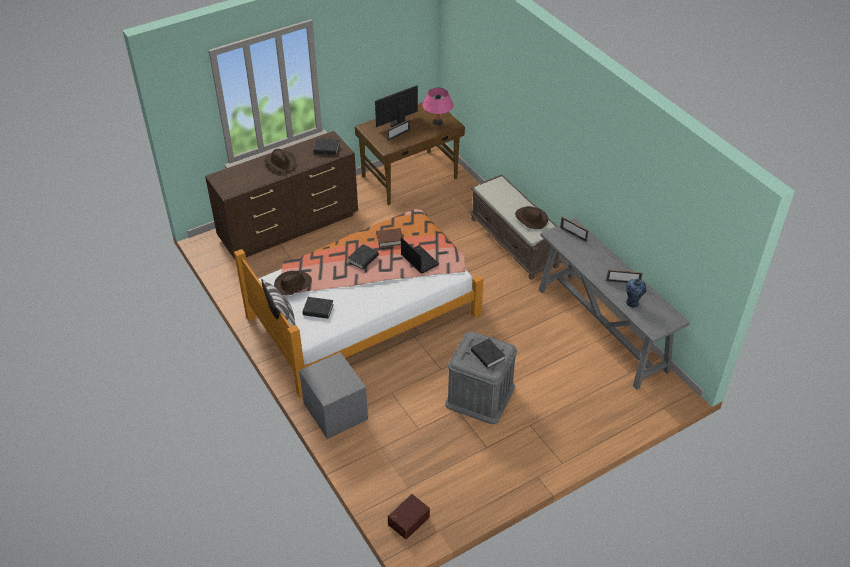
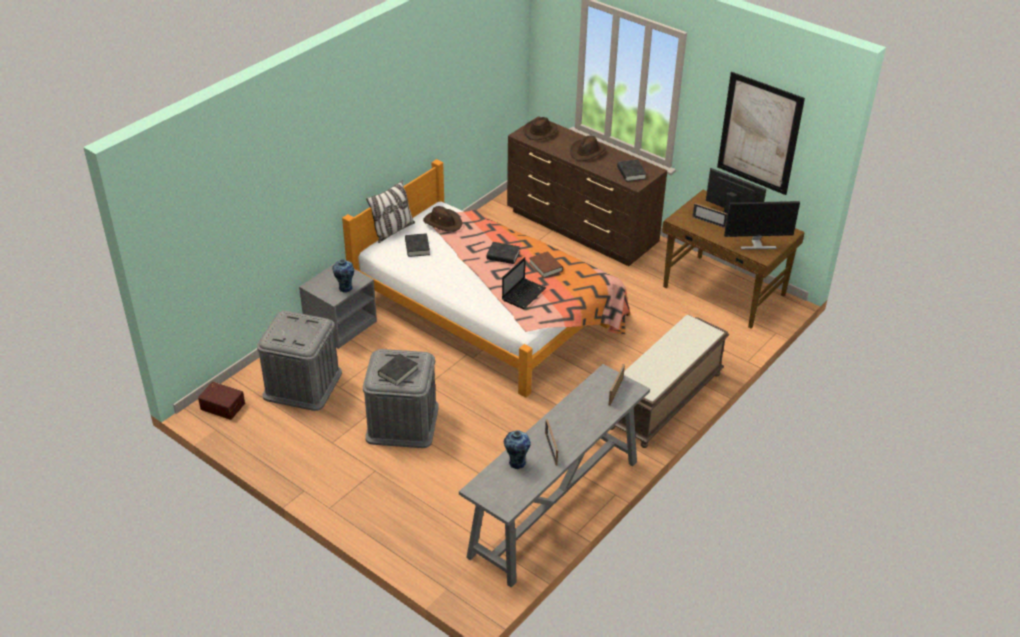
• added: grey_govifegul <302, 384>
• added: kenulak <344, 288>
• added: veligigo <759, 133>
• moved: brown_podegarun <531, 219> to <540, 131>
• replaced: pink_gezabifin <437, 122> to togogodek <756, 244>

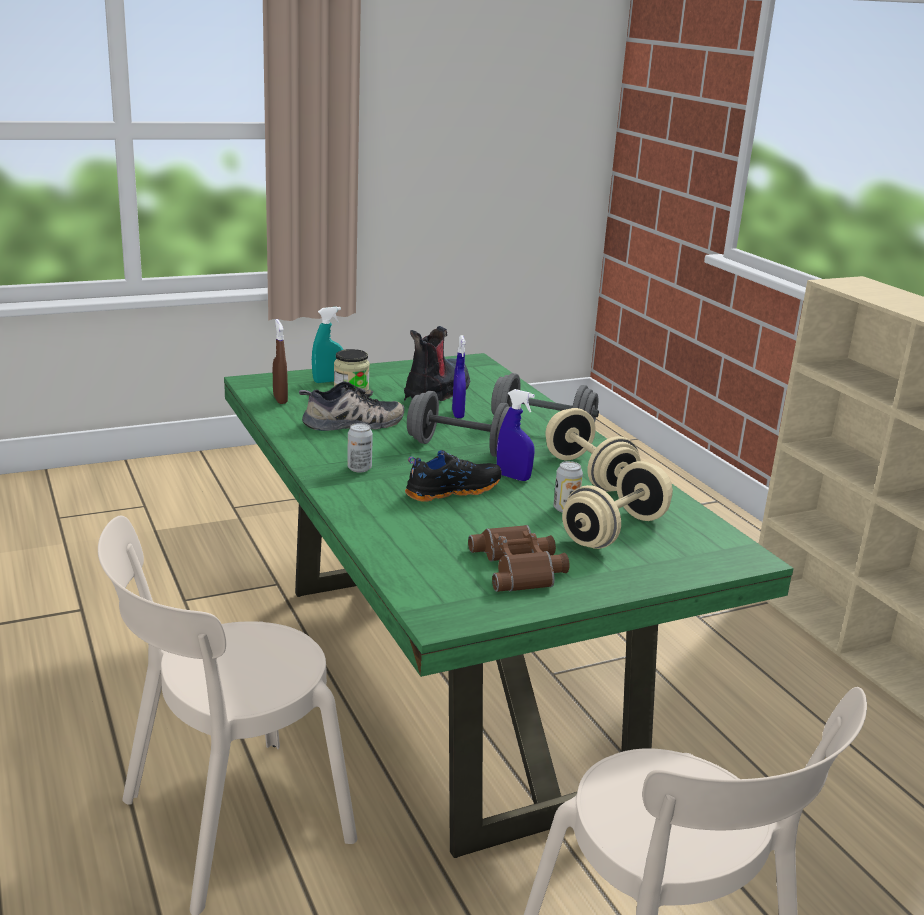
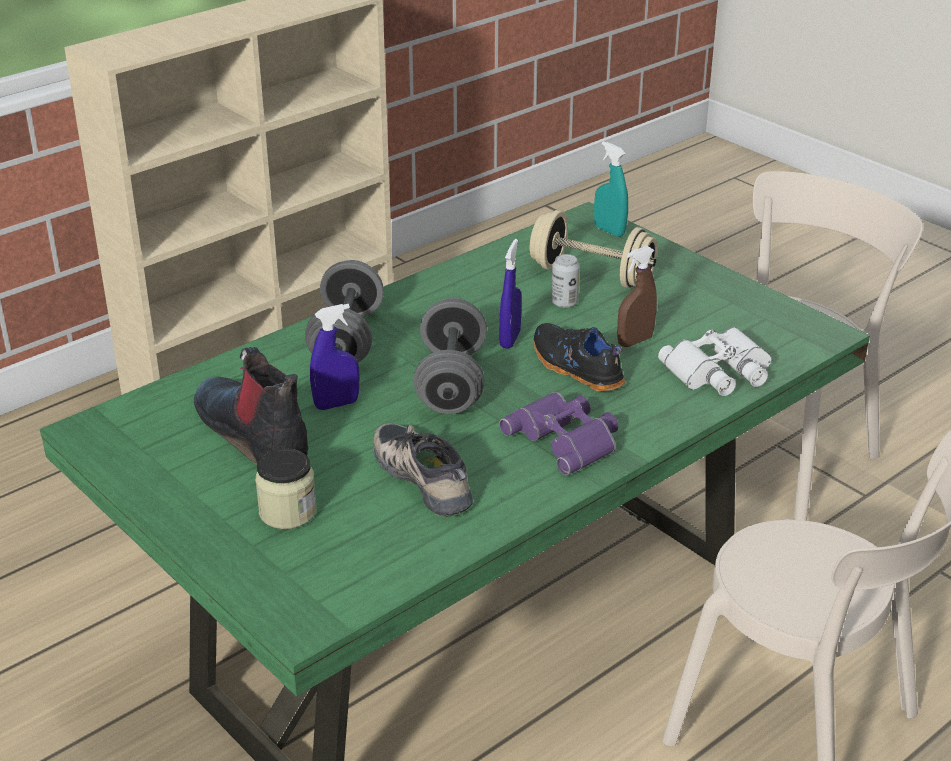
• removed: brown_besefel <521, 567>
• removed: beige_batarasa <588, 474>
• added: white_besefel <719, 372>
• moved: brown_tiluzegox <280, 399> to <635, 341>
• moved: turquoise_tiluzegox <328, 381> to <609, 231>
• replaced: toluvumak <359, 468> to purple_besefel <566, 438>
• turned: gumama <437, 392> = <256, 435> 45 degrees clockwise

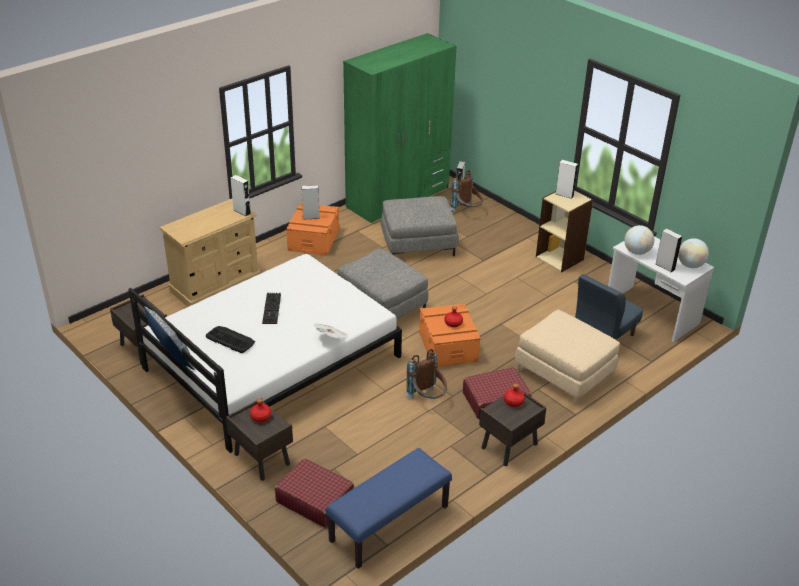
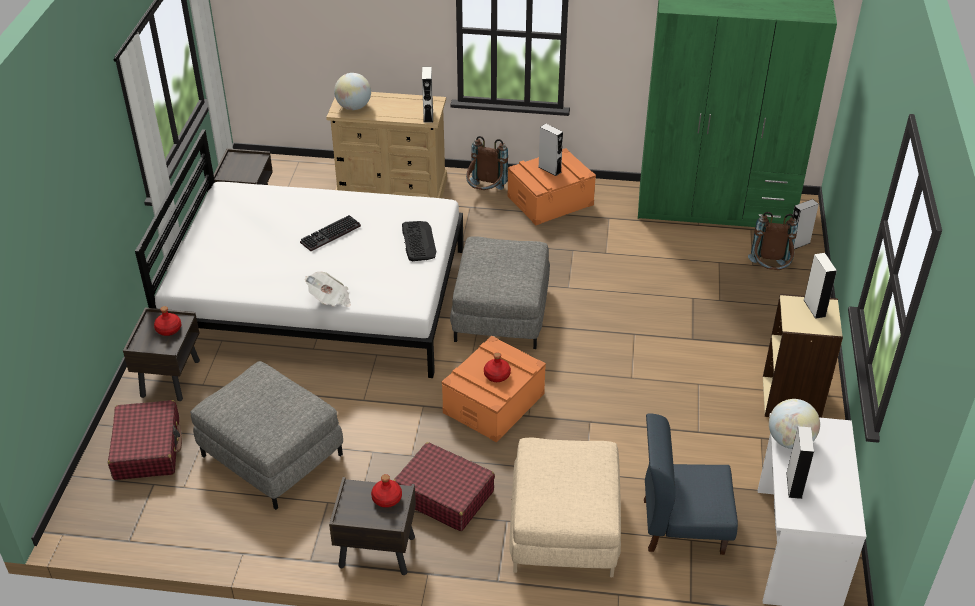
• removed: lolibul <172, 358>
• removed: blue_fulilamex <389, 524>
• moved: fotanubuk <230, 339> to <418, 241>
• moved: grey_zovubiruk <418, 243> to <272, 455>
• moved: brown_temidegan <427, 399> to <485, 193>
• moved: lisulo <690, 265> to <354, 107>

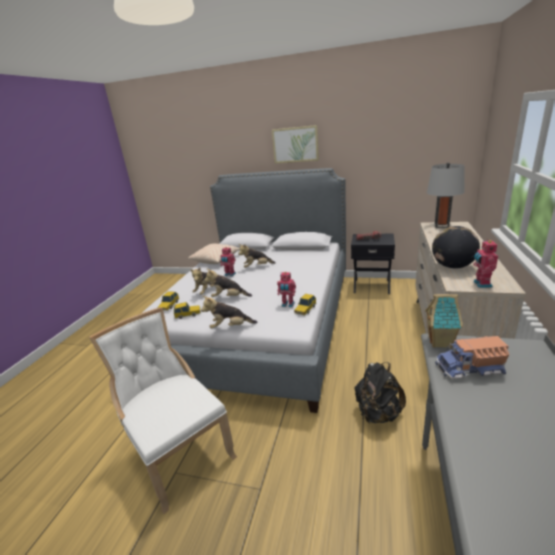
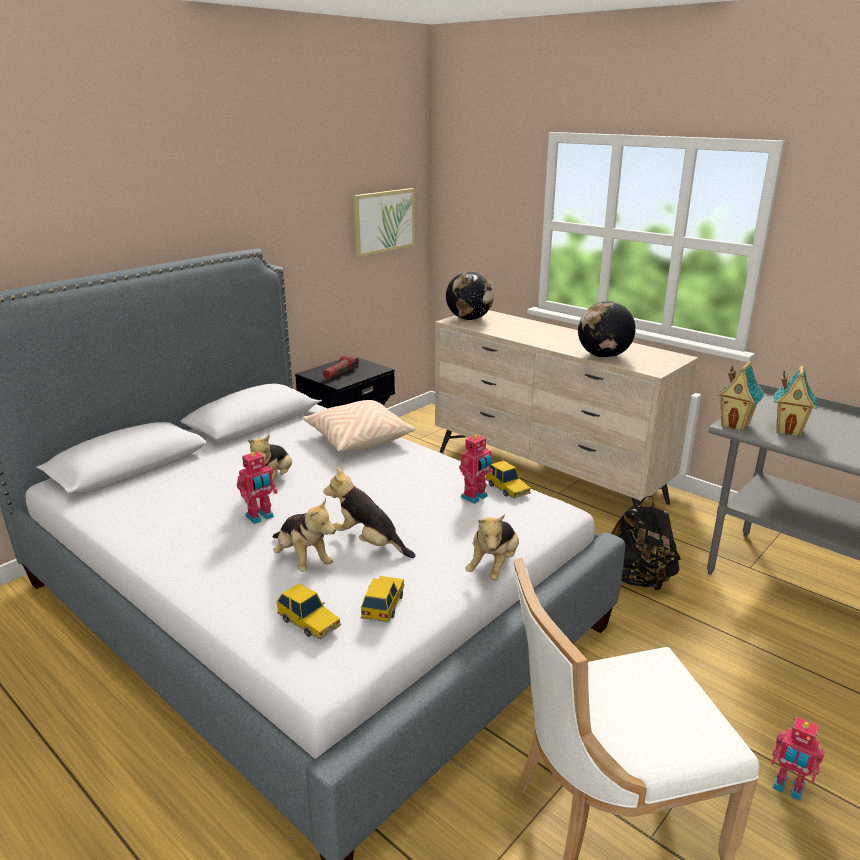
• moved: beige_lolibul <216, 260> to <357, 439>
• moved: veligigo <295, 144> to <383, 221>
• moved: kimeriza <481, 284> to <788, 788>
• replaced: grey_gezabifin <441, 225> to lisulo <469, 319>
• replaced: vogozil <470, 369> to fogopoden <789, 430>
• turned: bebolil <229, 297> = <369, 543> 90 degrees clockwise

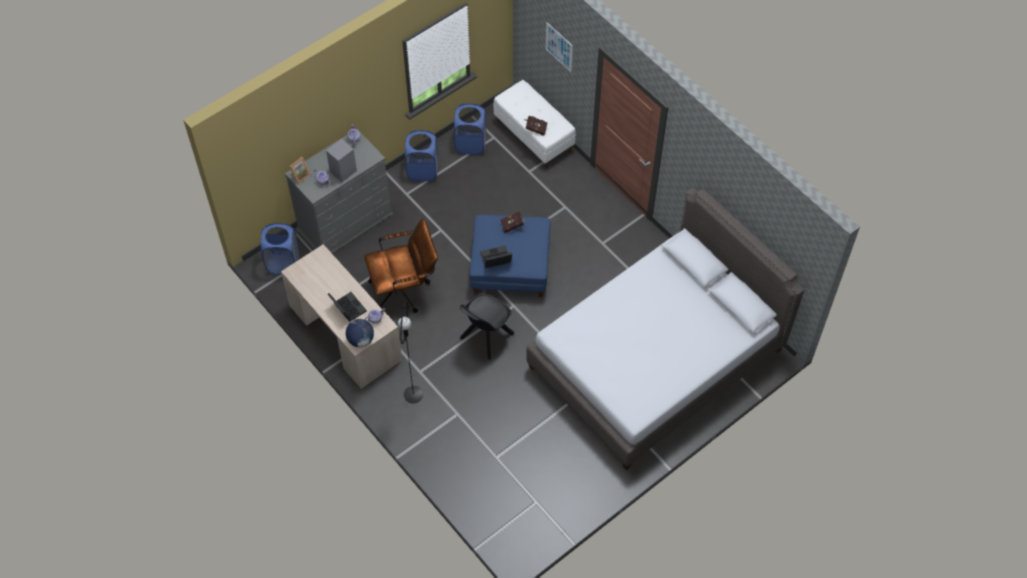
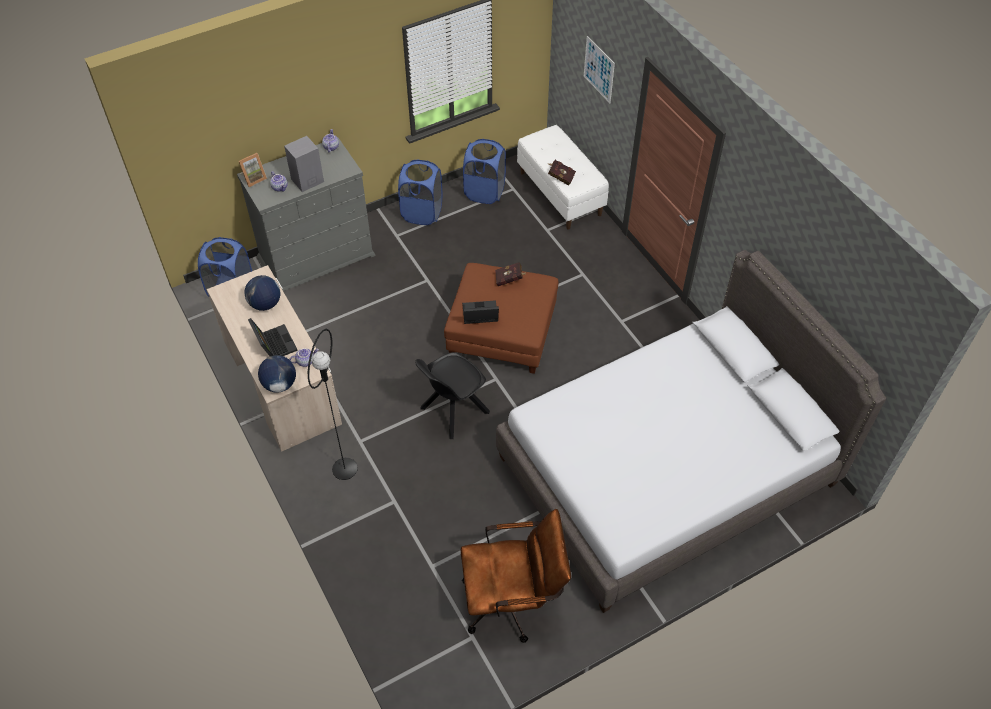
• added: lisulo <265, 304>
• moved: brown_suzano <405, 289> to <513, 601>
• recoloured: blue_zovubiruk <511, 266> to brown_zovubiruk <502, 332>

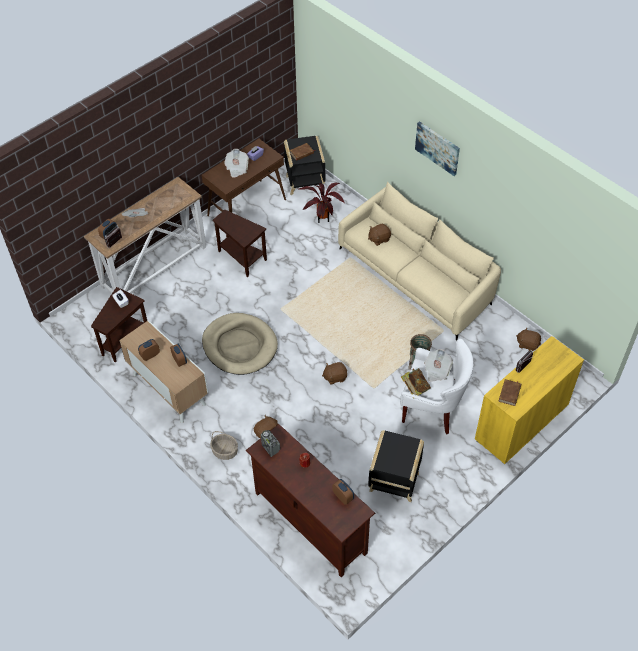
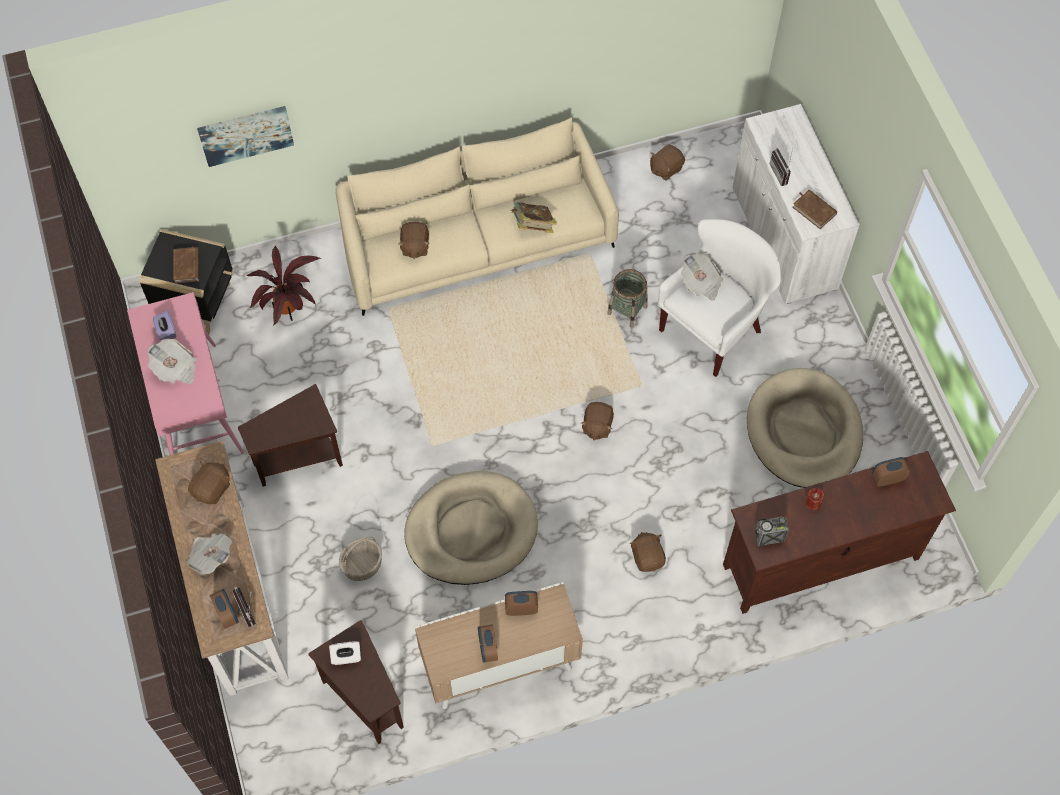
• added: brown_bebolil <212, 489>
• moved: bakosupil <224, 451> to <362, 565>
• moved: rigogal <415, 388> to <533, 226>
• moved: veligigo <437, 148> to <245, 134>
• replaced: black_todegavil <393, 482> to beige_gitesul <804, 431>
• recoloured: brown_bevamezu <247, 207> to pink_bevamezu <194, 407>
• recoloured: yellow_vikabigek <521, 422> to white_vikabigek <783, 238>

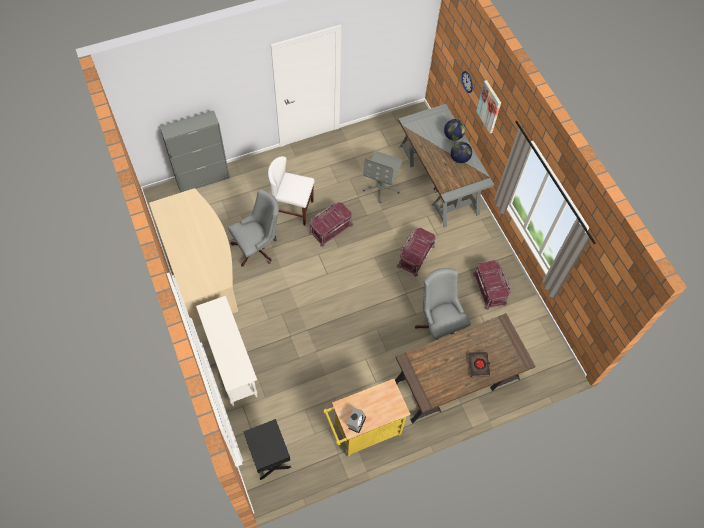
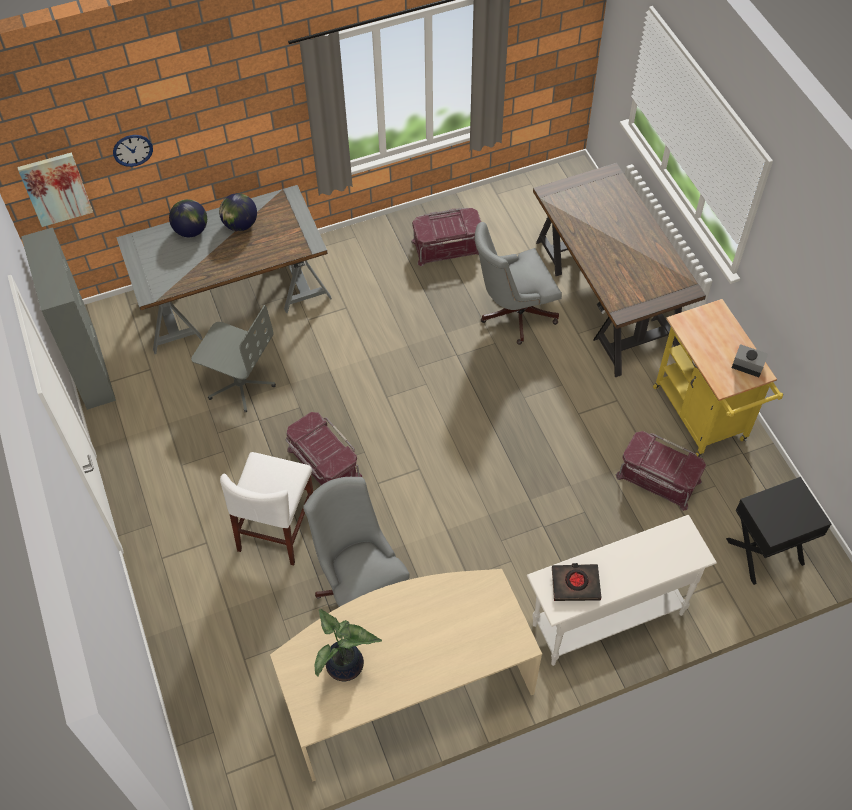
• added: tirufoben <346, 667>
• moved: grey_vikabigek <203, 179> to <91, 369>
• moved: red_govifegul <415, 255> to <658, 479>
• moved: black_rigogal <478, 365> to <575, 584>
• moved: veligigo <489, 106> to <55, 188>

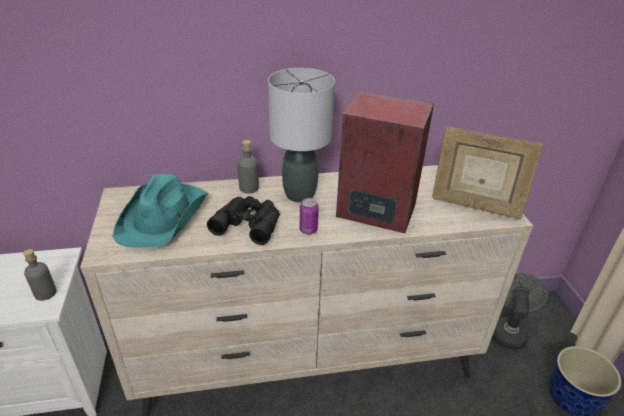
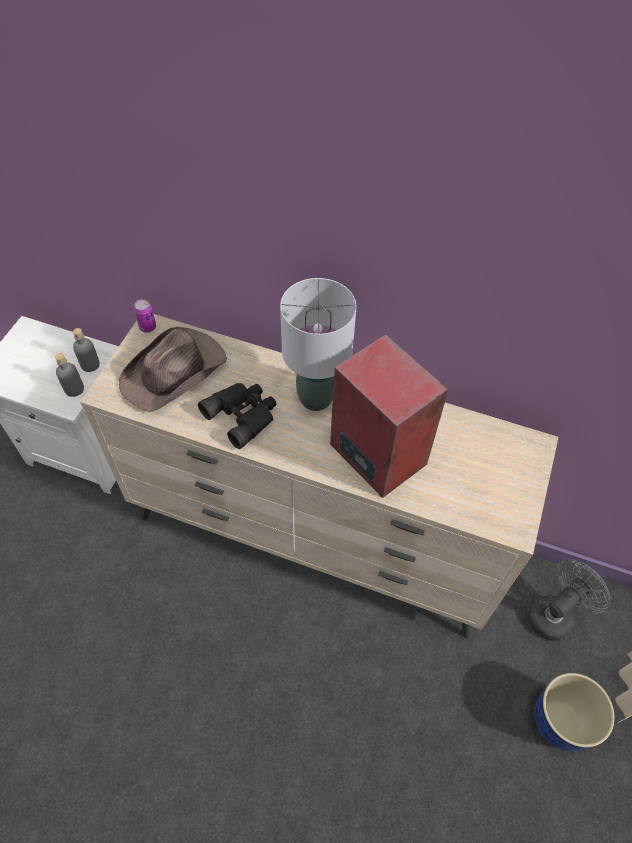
• removed: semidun <474, 206>
• moved: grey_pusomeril <249, 188> to <90, 364>
• moved: toluvumak <308, 230> to <147, 327>
• recoloured: turquoise_podegarun <164, 216> to brown_podegarun <175, 371>

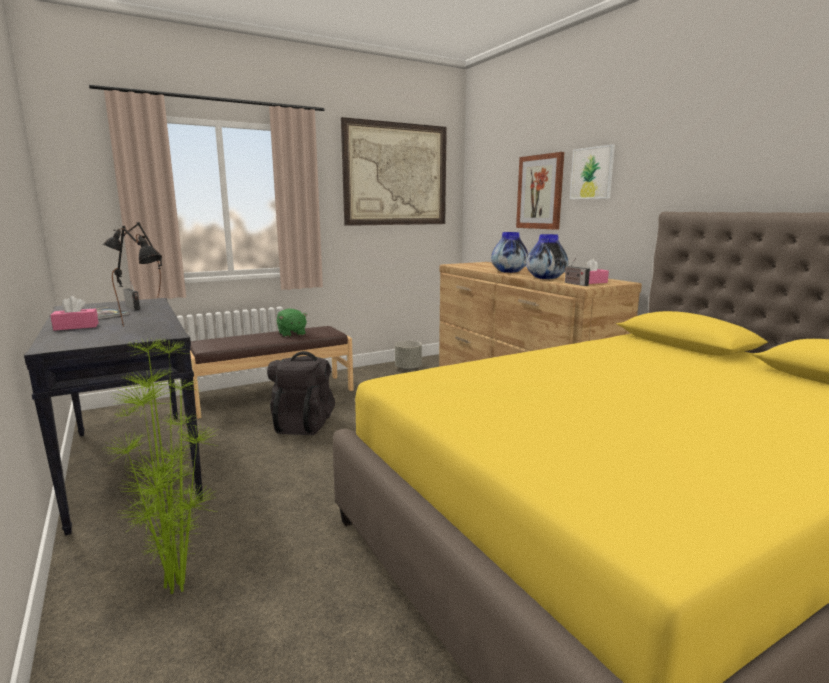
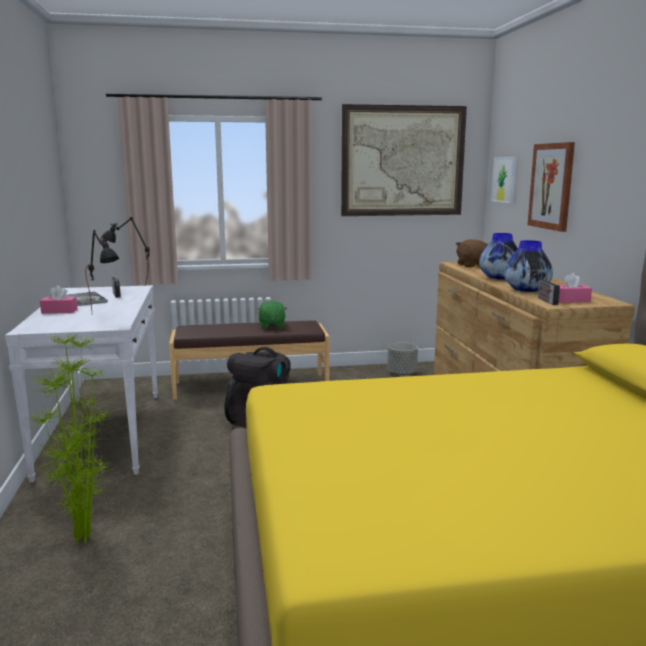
• added: brown_bebolil <472, 265>
• moved: veligigo <592, 173> to <504, 179>
• recoloured: black_bevamezu <133, 463> to white_bevamezu <102, 432>

